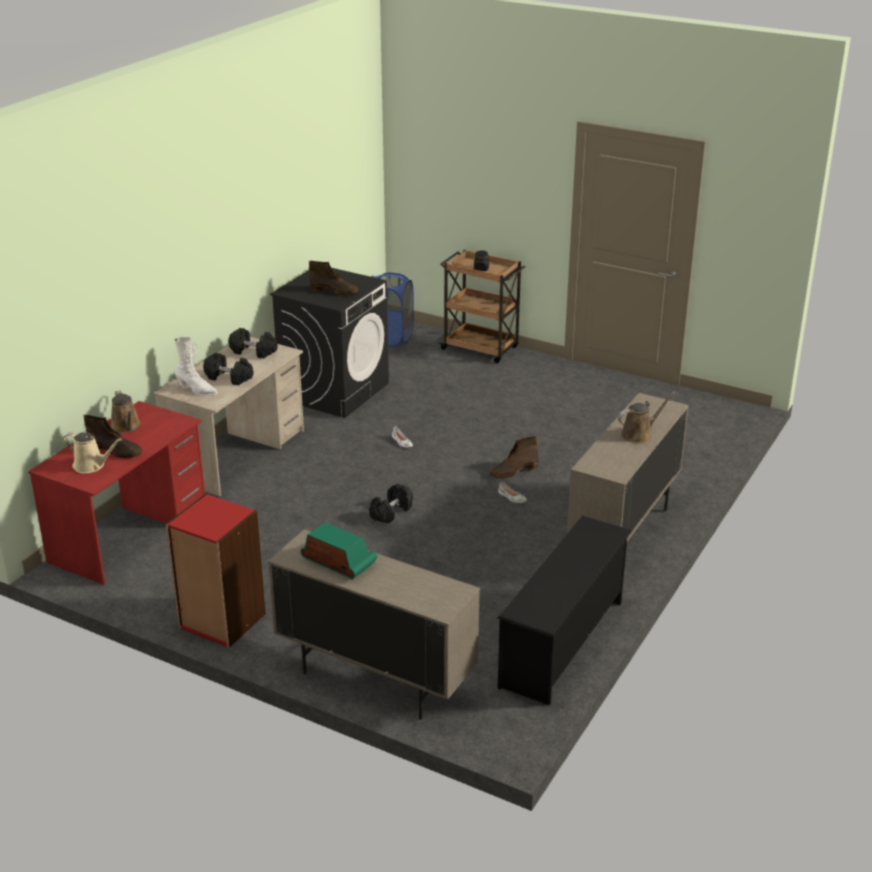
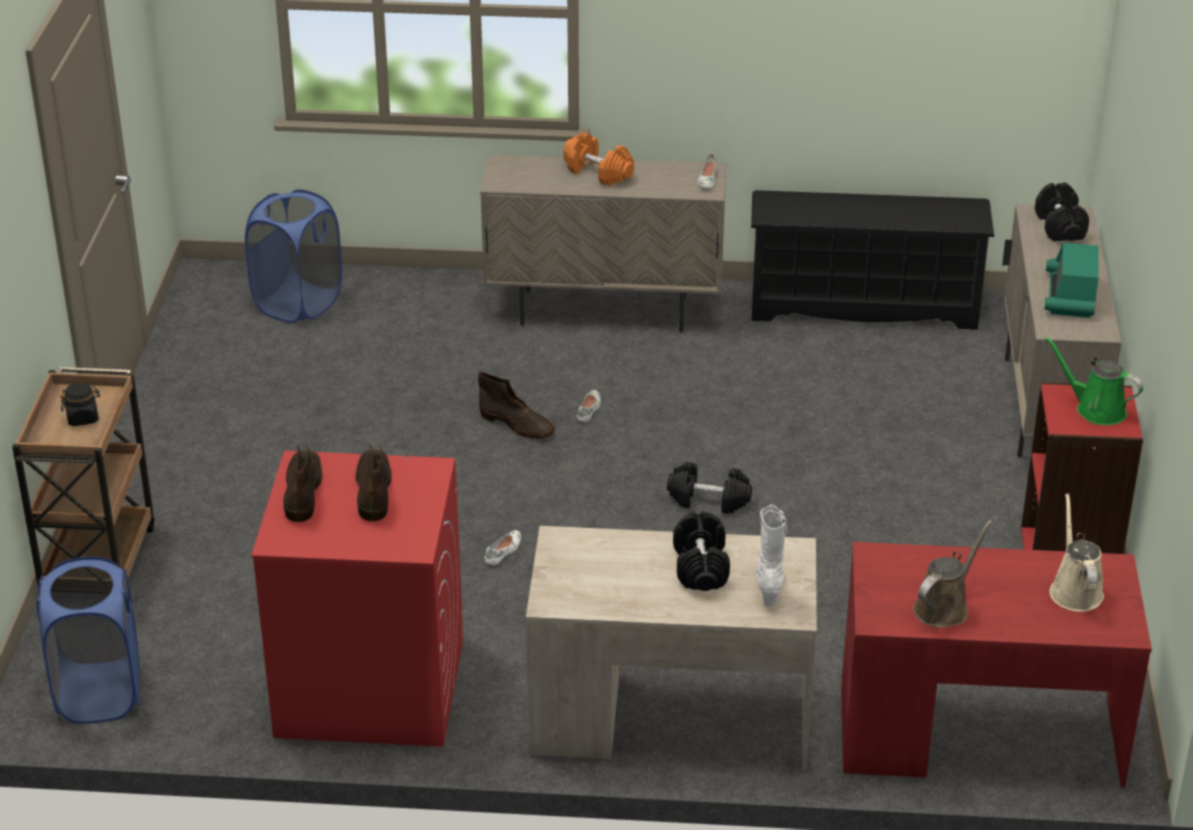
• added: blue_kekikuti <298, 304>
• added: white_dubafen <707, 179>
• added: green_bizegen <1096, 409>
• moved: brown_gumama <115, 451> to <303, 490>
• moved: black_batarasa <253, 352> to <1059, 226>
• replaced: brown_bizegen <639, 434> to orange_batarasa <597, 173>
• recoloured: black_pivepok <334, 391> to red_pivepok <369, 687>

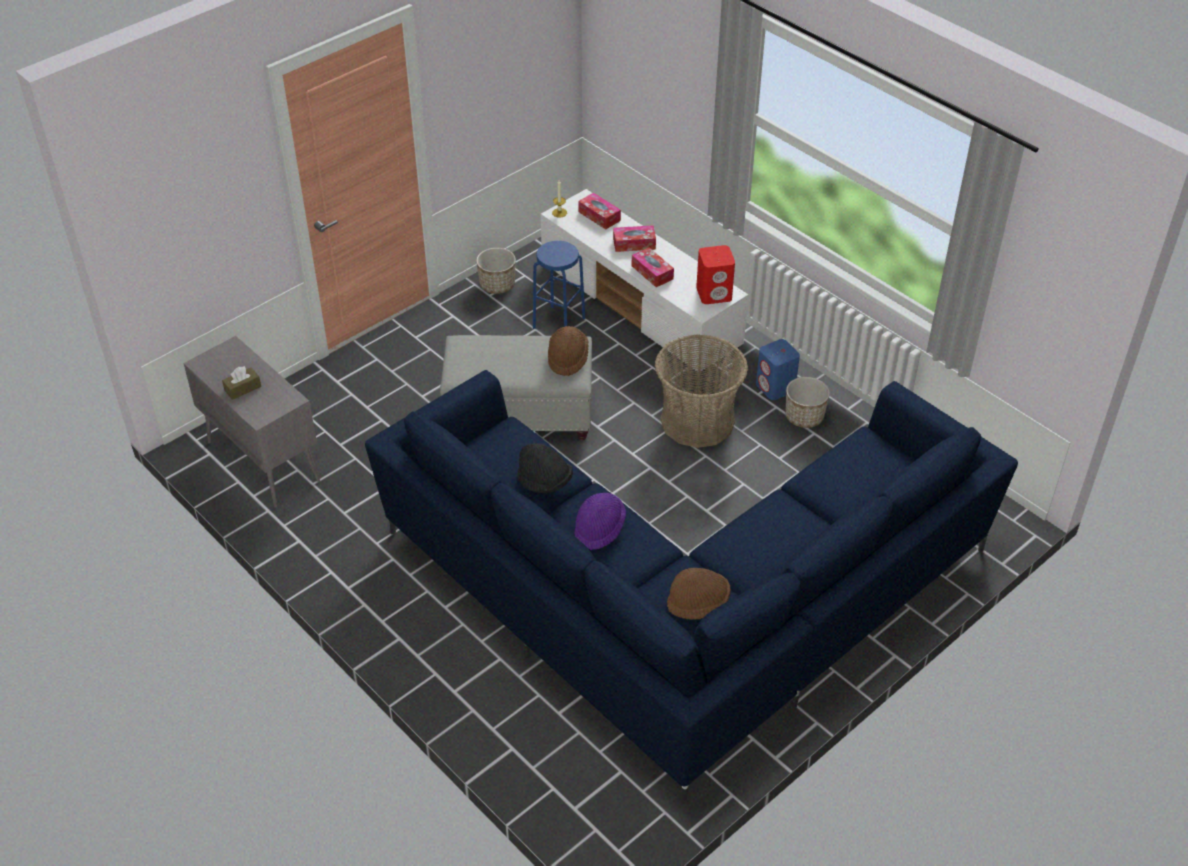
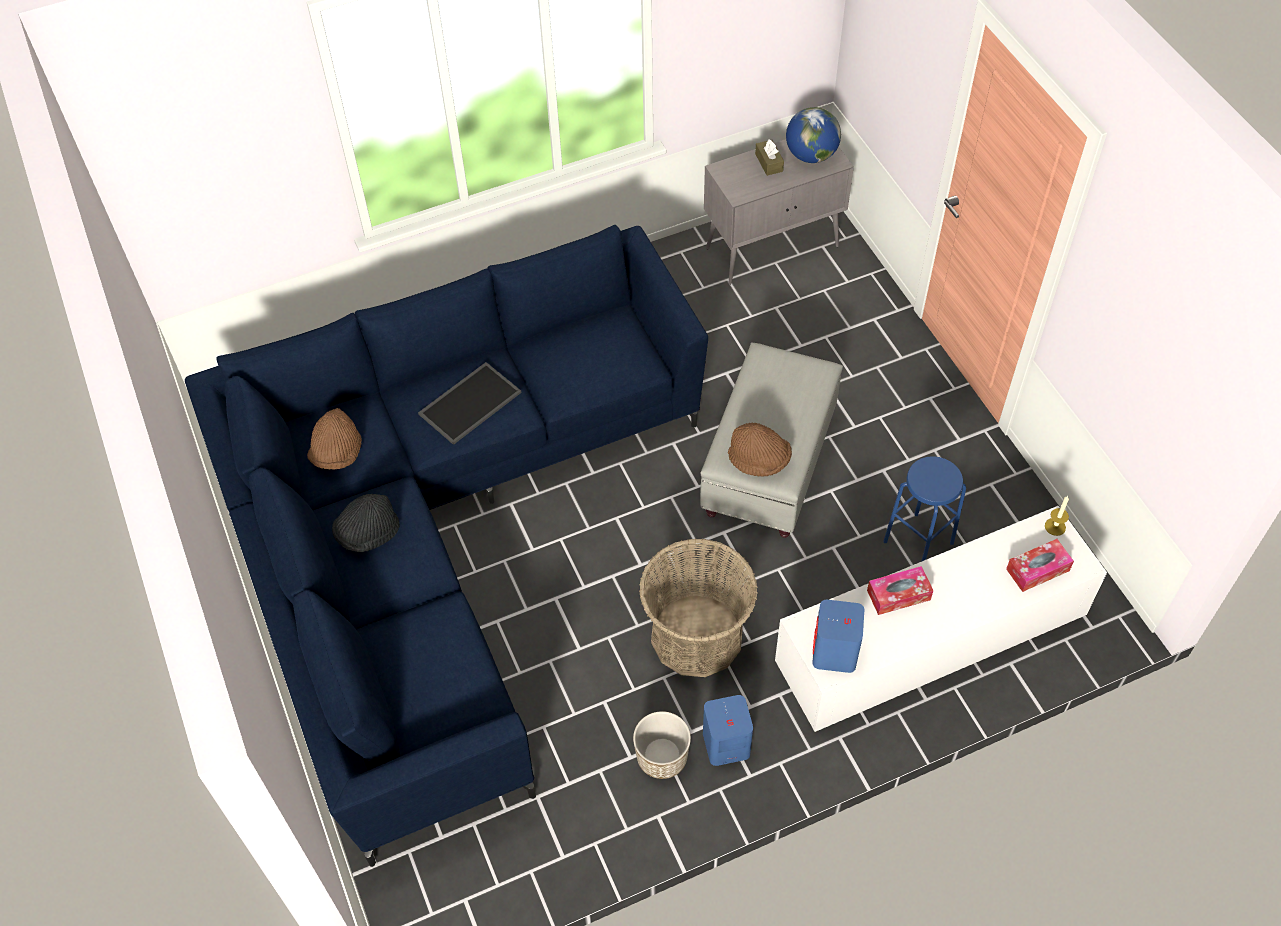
• removed: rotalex <497, 285>
• removed: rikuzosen <634, 244>
• added: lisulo <811, 155>
• moved: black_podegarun <545, 482> to <368, 533>
• replaced: purple_podegarun <599, 529> to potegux <470, 402>
• recoloured: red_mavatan <714, 293> to blue_mavatan <834, 653>

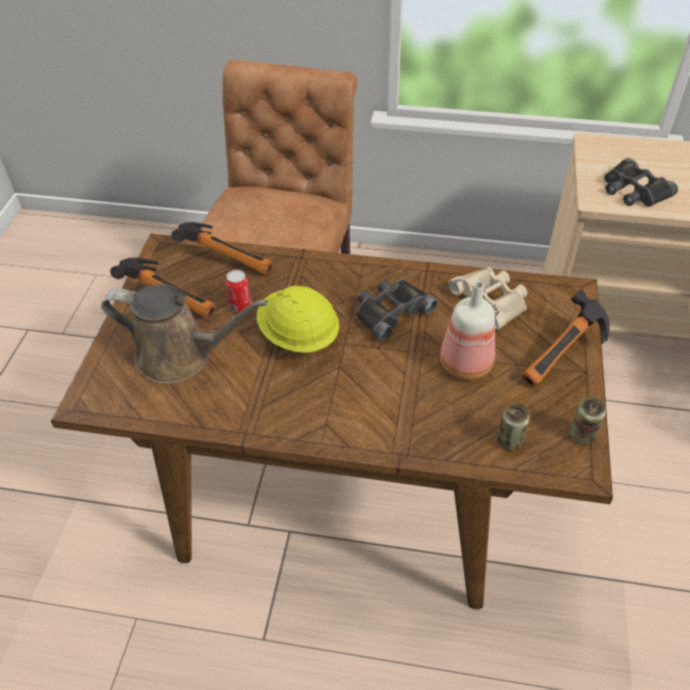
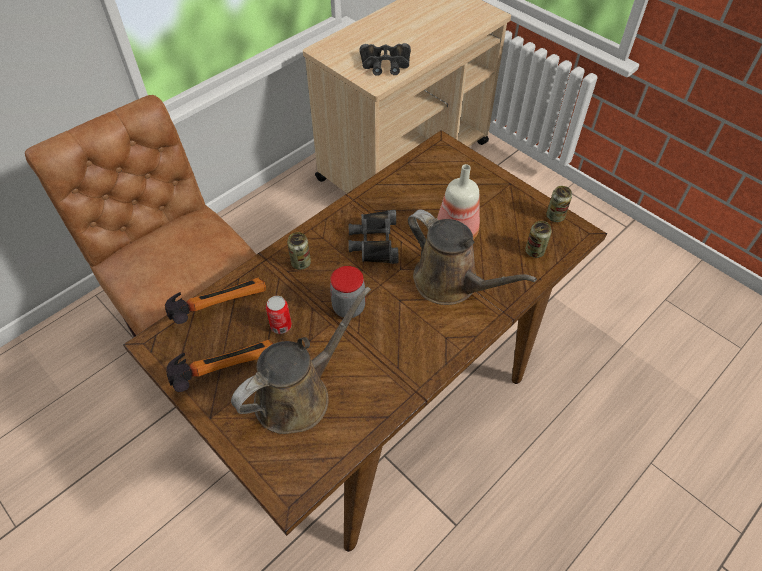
• removed: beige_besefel <491, 300>
• removed: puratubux <565, 358>
• added: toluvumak <301, 263>
• added: brown_bizegen <451, 283>
• replaced: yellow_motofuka <298, 337> to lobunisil <348, 307>

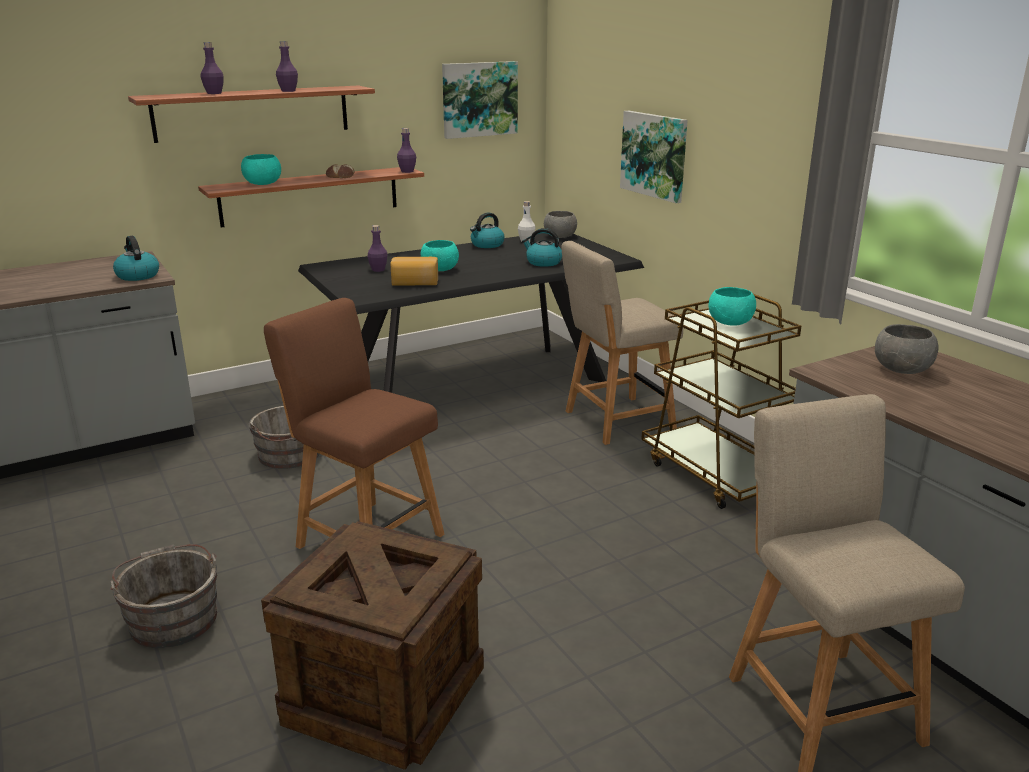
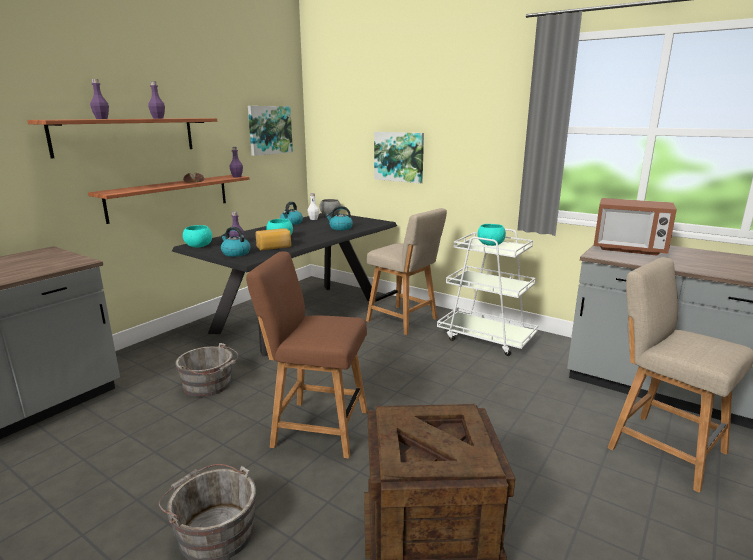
• moved: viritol <137, 275> to <235, 253>
• moved: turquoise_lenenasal <263, 183> to <198, 246>
• replaced: grey_lenenasal <902, 369> to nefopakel <628, 249>
• recoloured: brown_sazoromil <715, 474> to white_sazoromil <486, 338>
• turned: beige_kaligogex <614, 421> = <404, 320> 90 degrees counterclockwise

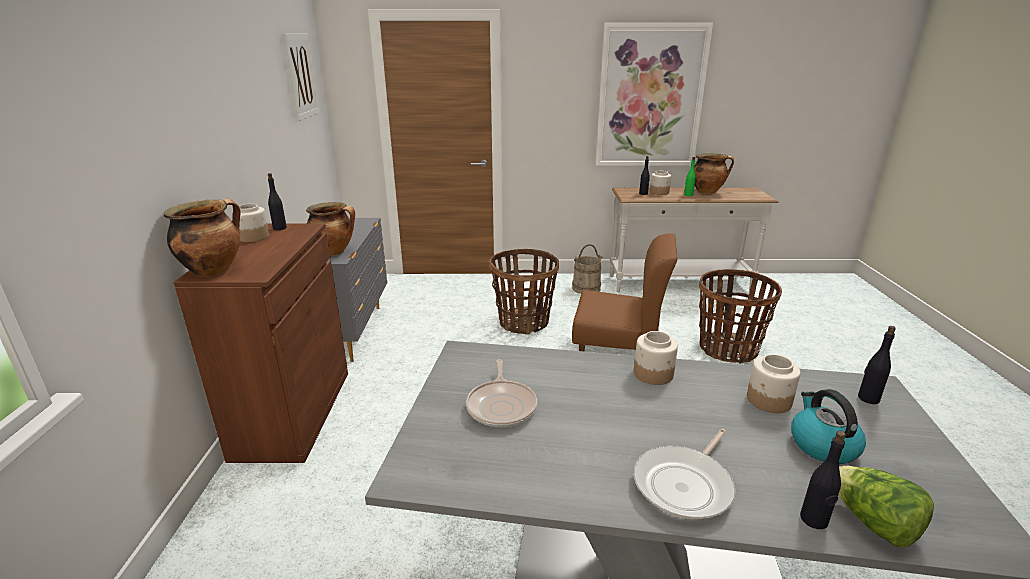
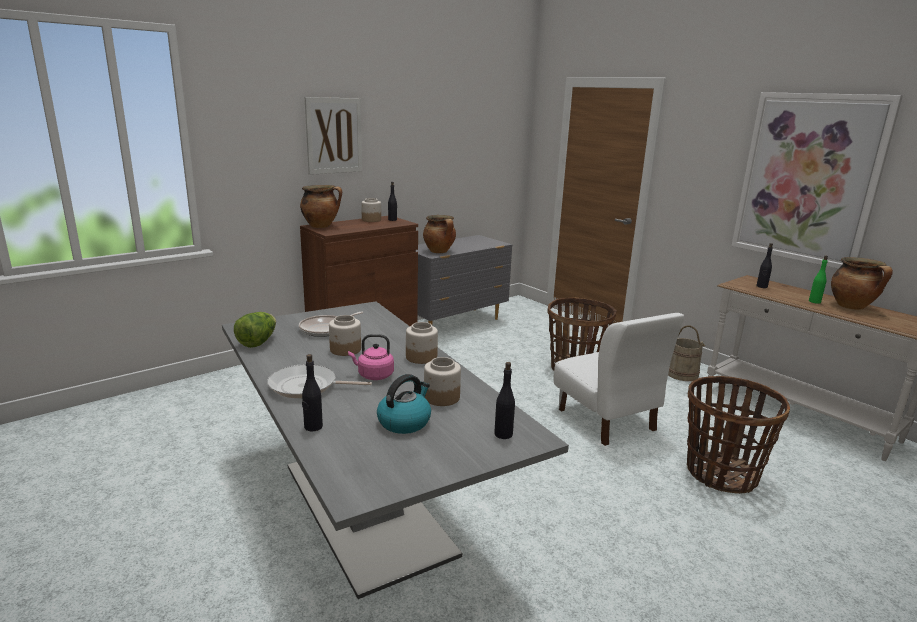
• added: pink_viritol <373, 375>
• moved: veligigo <300, 76> to <334, 135>
• moved: lobunisil <659, 192> to <345, 350>
• moved: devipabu <872, 523> to <258, 342>
• recoloured: brown_kaligogex <617, 353> to white_kaligogex <606, 420>

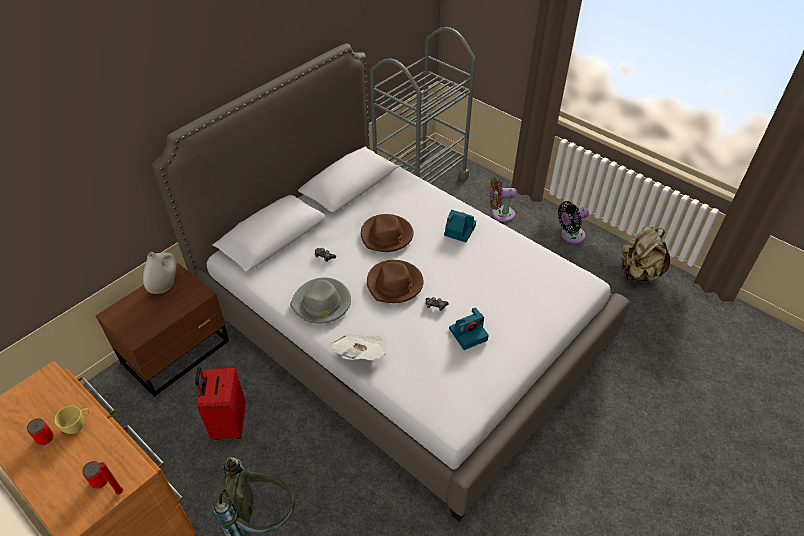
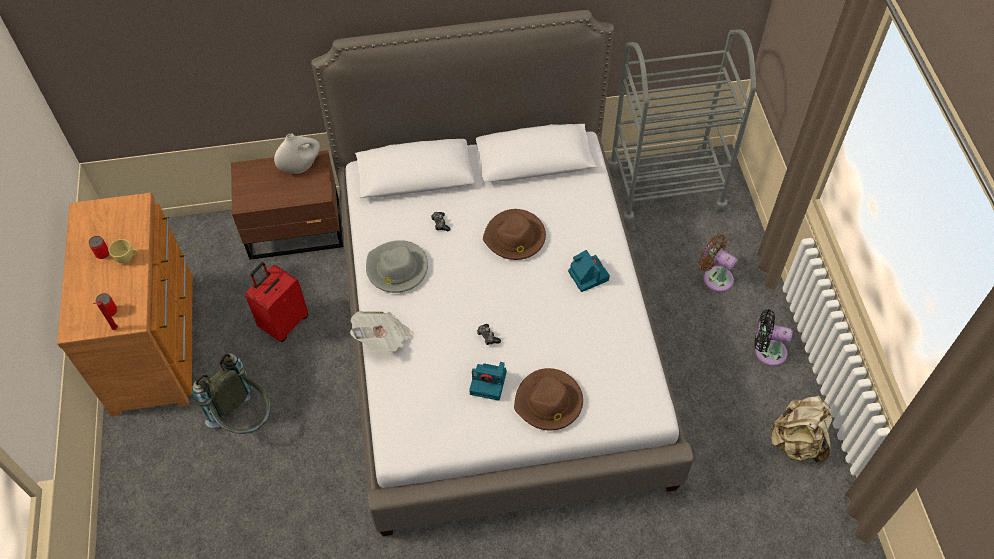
• moved: brown_podegarun <395, 284> to <549, 402>

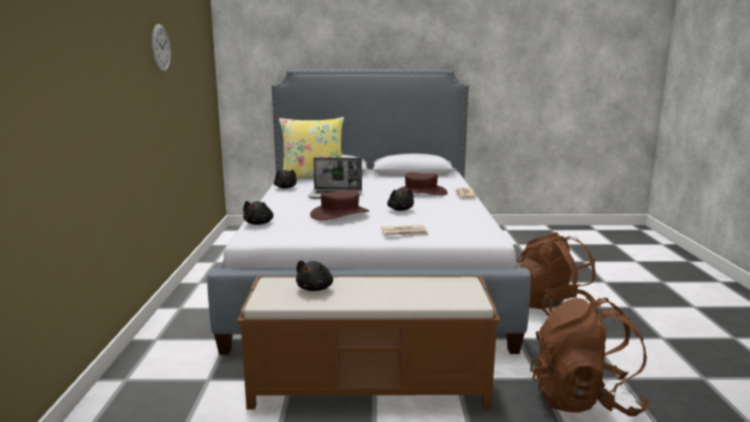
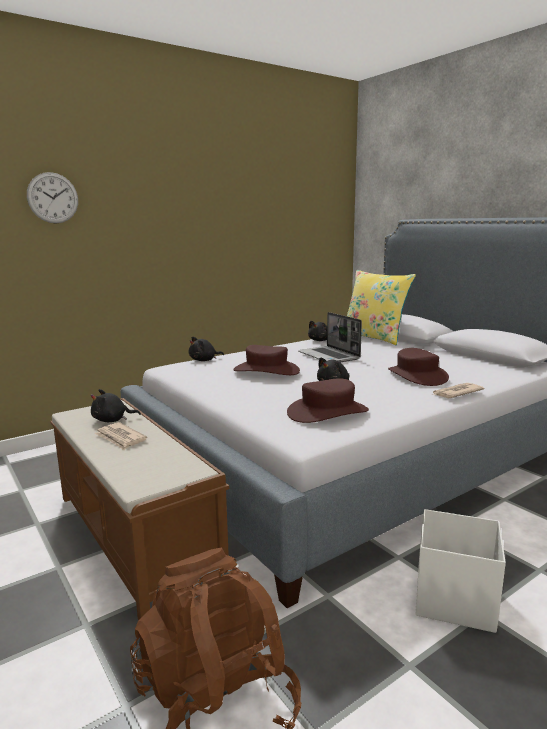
• added: brown_podegarun <327, 412>
• moved: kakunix <161, 48> to <53, 198>
• moved: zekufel <404, 233> to <120, 438>
• replaced: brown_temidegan <551, 309> to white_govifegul <453, 599>

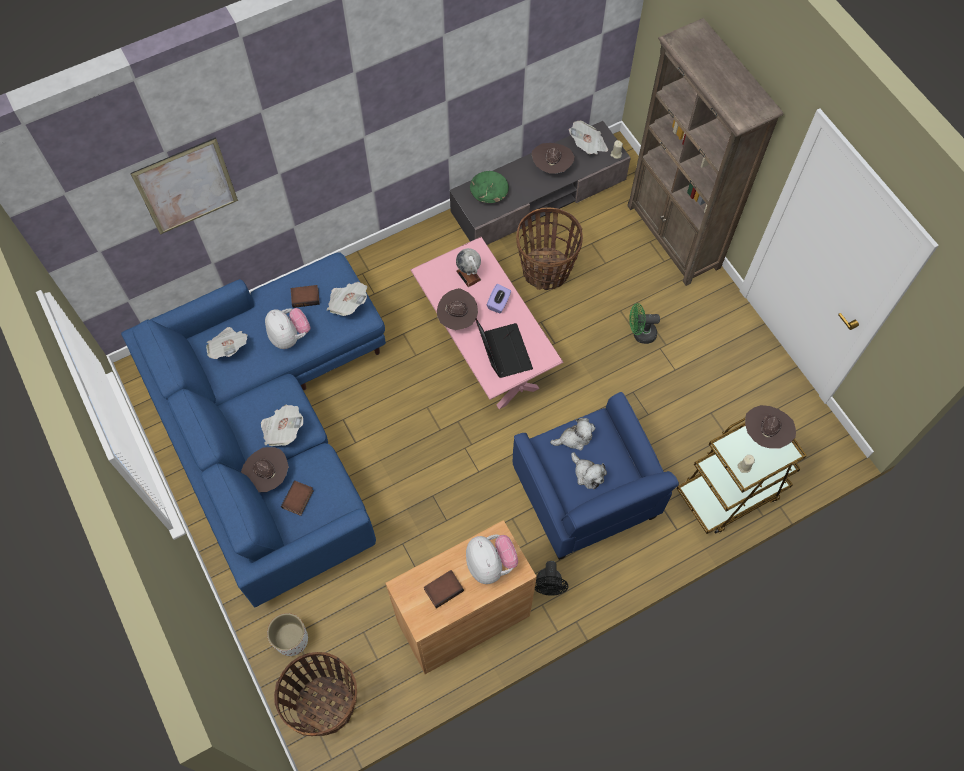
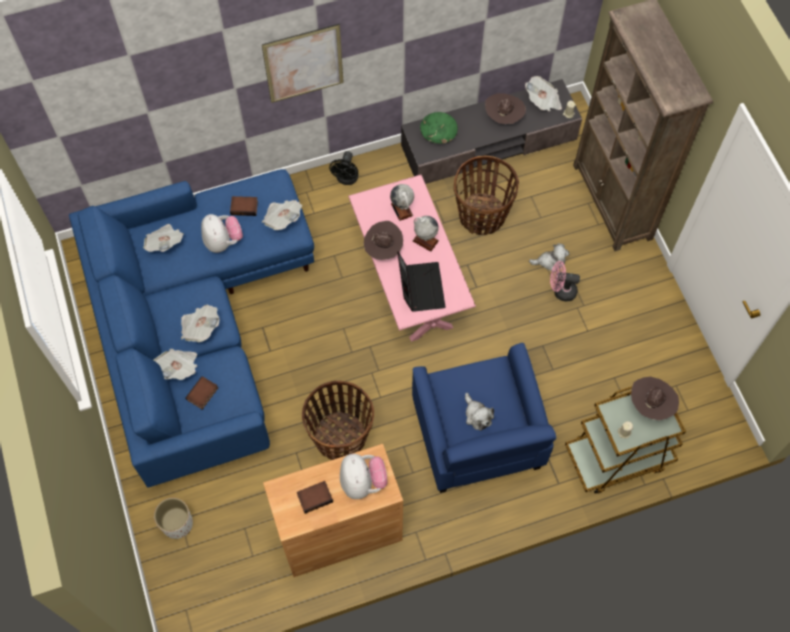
• moved: veligigo <186, 187> to <304, 63>
• moved: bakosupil <325, 705> to <340, 436>
• moved: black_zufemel <549, 586> to <346, 179>
• moved: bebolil <574, 438> to <550, 261>
• replaced: brown_podegarun <267, 476> to zekufel <178, 368>
• replaced: purple_rikuzosen <499, 303> to lisulo <425, 240>
• recoloured: green_zufemel <640, 334> to pink_zufemel <561, 291>

